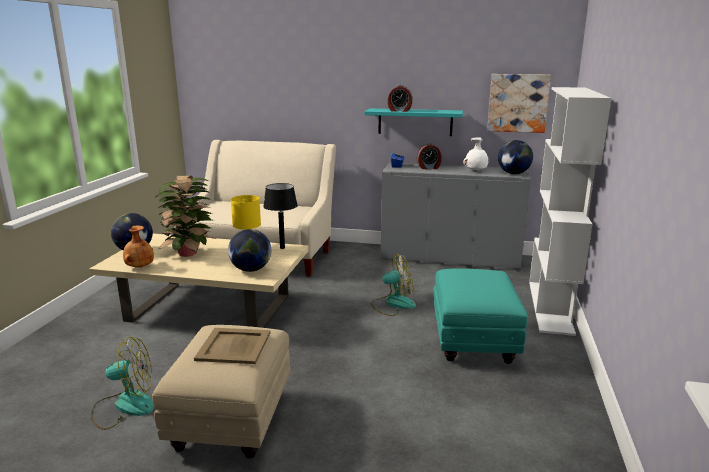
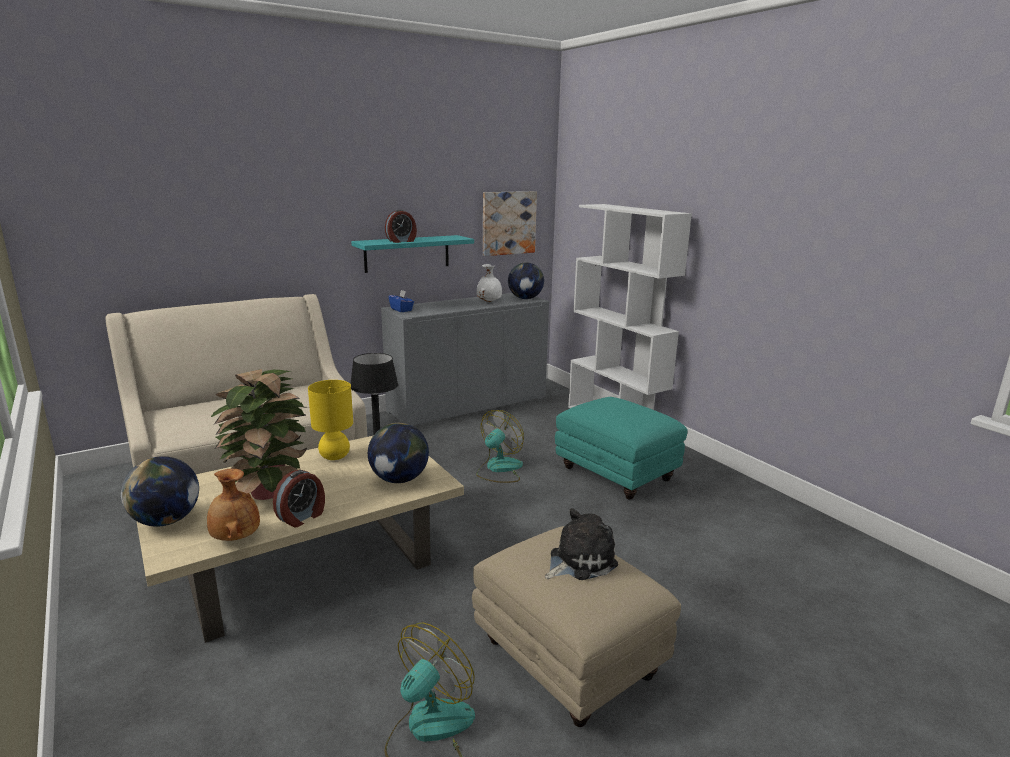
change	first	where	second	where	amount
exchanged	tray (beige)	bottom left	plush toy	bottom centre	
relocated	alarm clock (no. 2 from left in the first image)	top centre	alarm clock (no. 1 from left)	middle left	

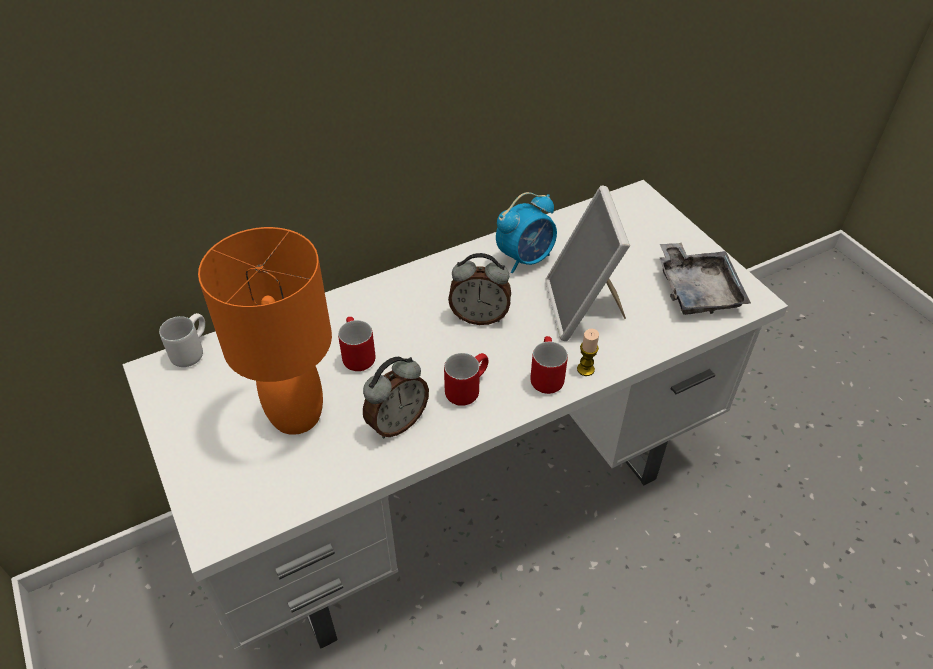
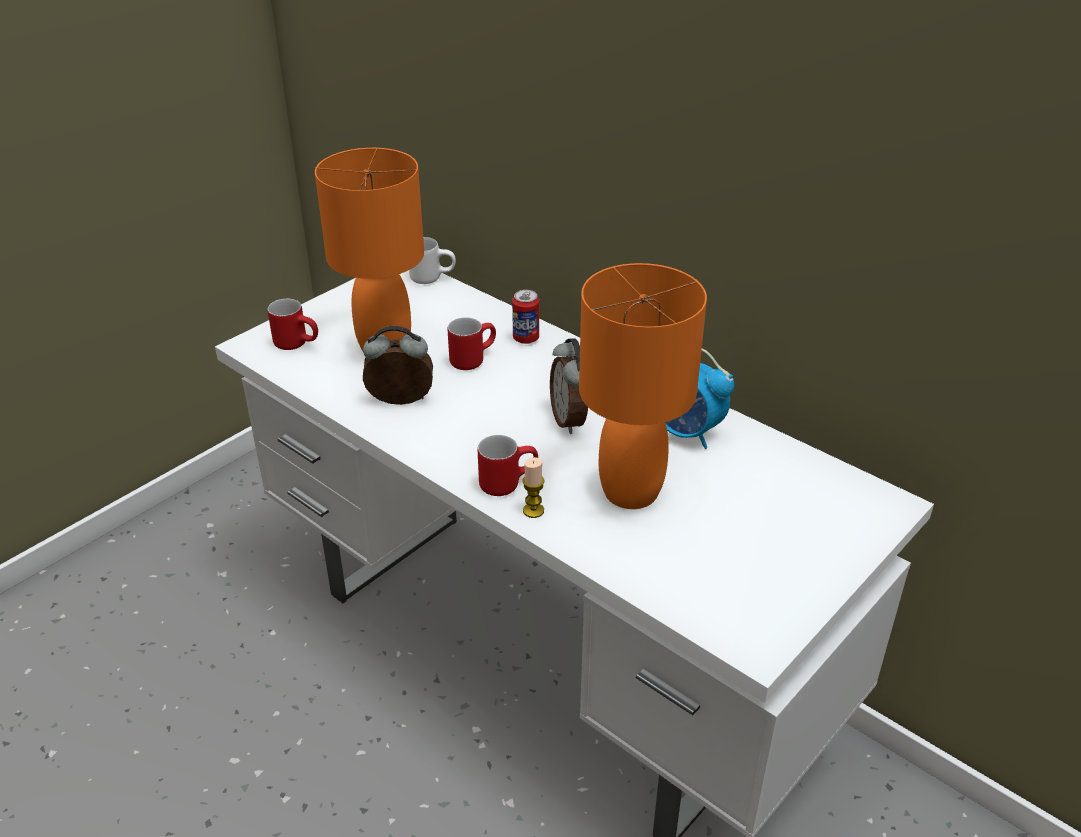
change	first	where	second	where	amount
spun	alarm clock (no. 1 from left)	centre		centre	150 degrees clockwise
relocated	mug (red) (no. 2 from left in the first image)	centre	mug (red) (no. 1 from left)	middle left	
exchanged	picture frame	centre	table lamp (orange) (no. 2 from left)	centre	
missing	tray (grey)	middle right			
appeared			can	centre	

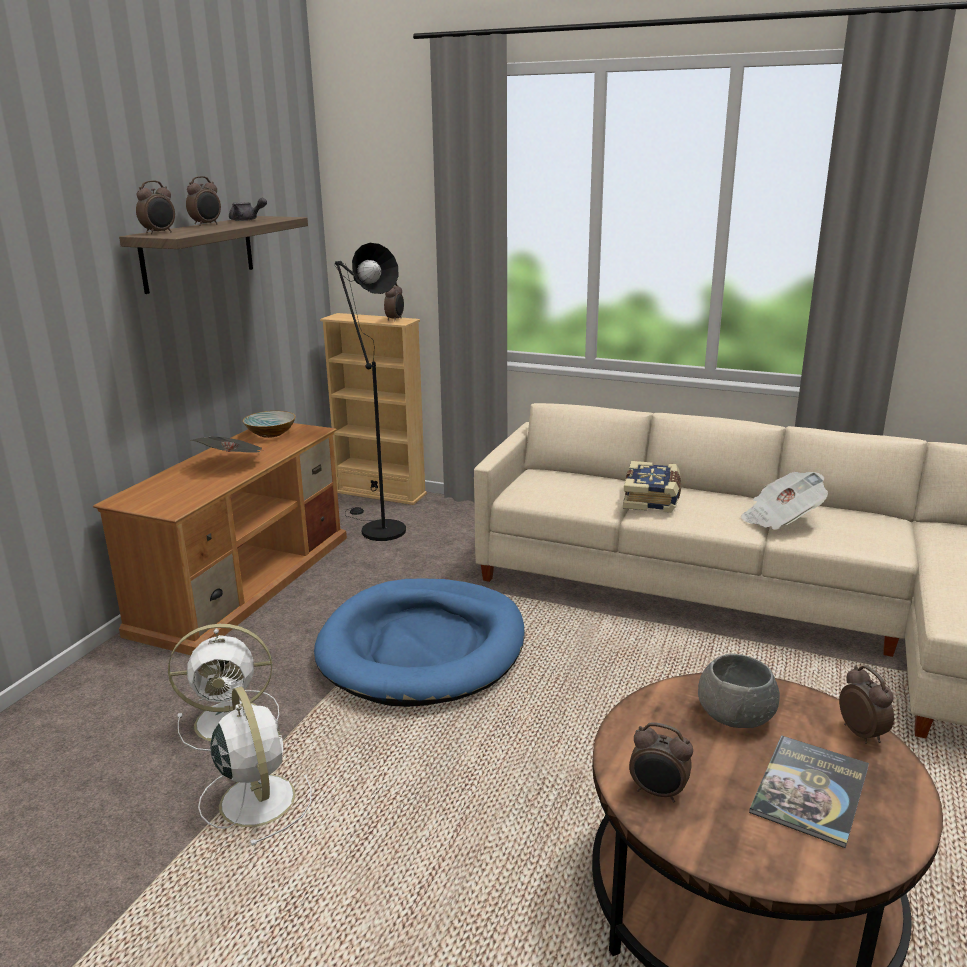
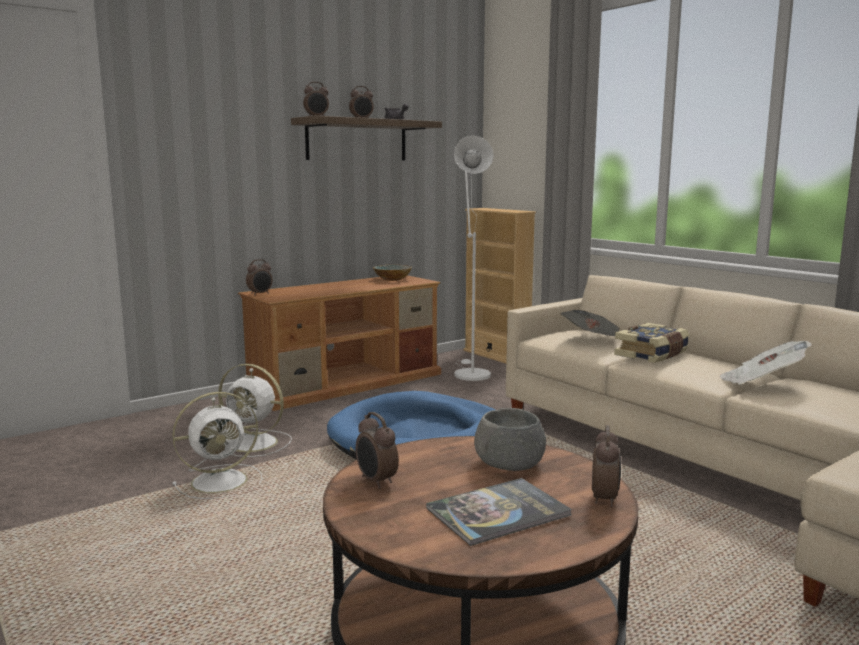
change	first	where	second	where	amount
relocated	newspaper (no. 1 from left)	middle left		middle right	
spun	fan (white) (no. 2 from left in the first image)	bottom left	fan (white) (no. 1 from left)	bottom left	60 degrees clockwise
colour	floor lamp (black)	centre	floor lamp (white)	centre	
relocated	alarm clock (no. 3 from left in the first image)	top centre	alarm clock (no. 1 from left)	middle left	

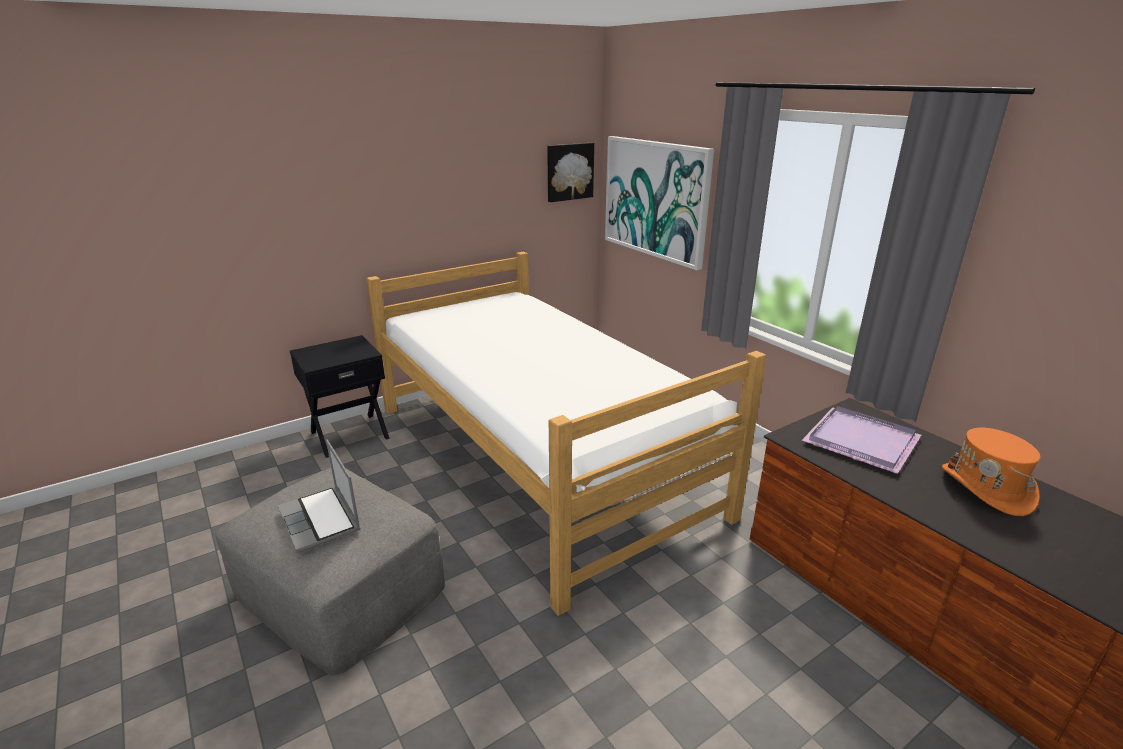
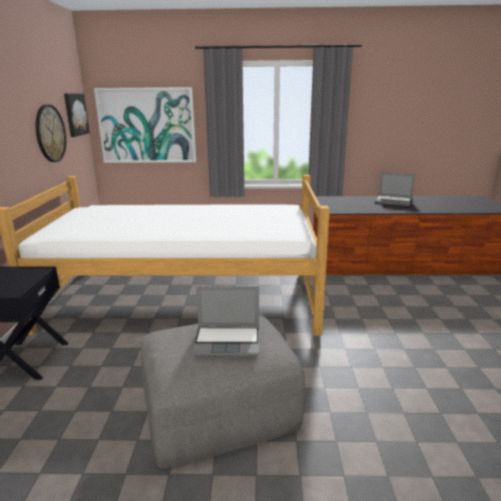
change	first	where	second	where	amount
missing	tray (purple)	middle right			
exchanged	hat (orange)	middle right	laptop (no. 2 from left)	middle right	
appeared			wall clock	top left	

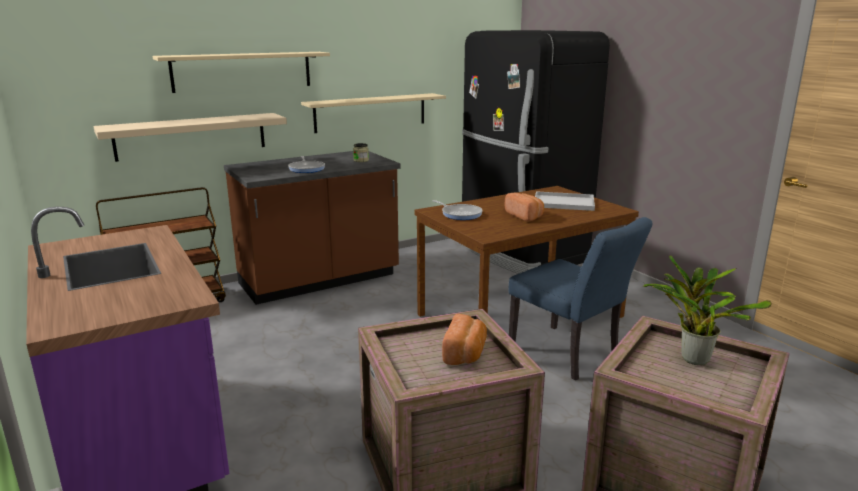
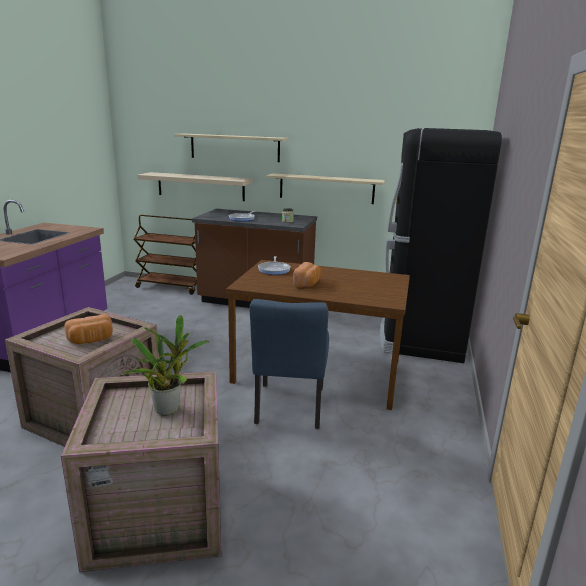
change	first	where	second	where	amount
missing	tray (white)	centre			

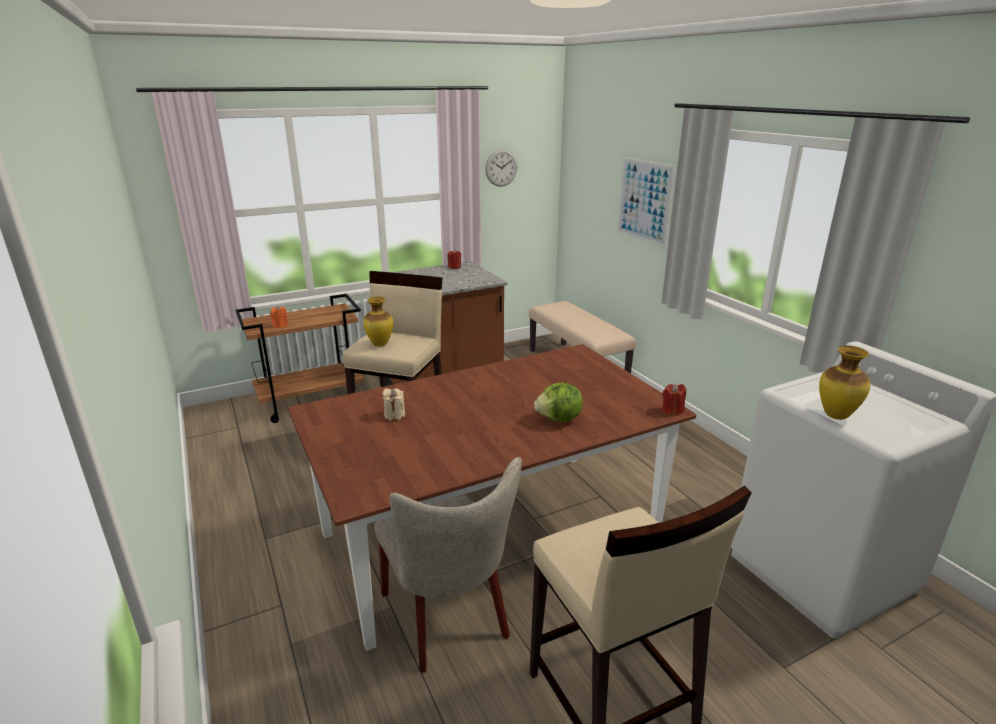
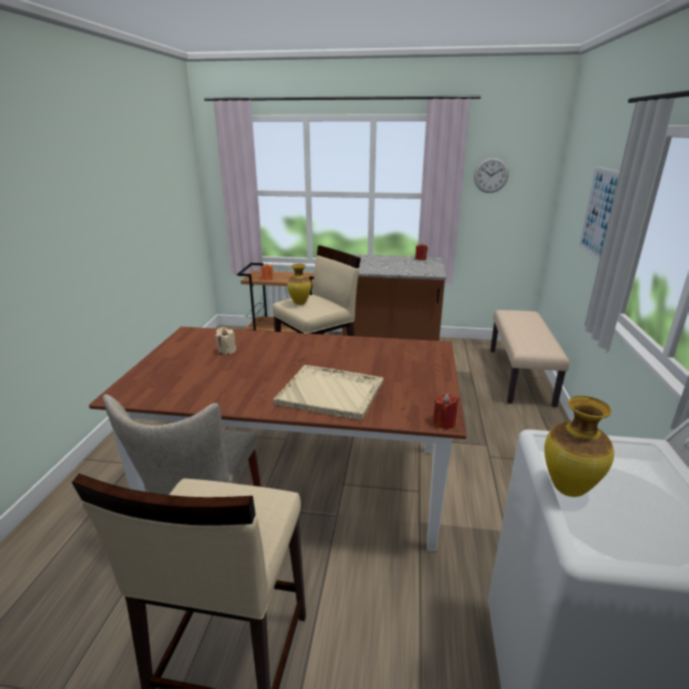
change	first	where	second	where	amount
exchanged	lettuce	centre	tray (beige)	centre	

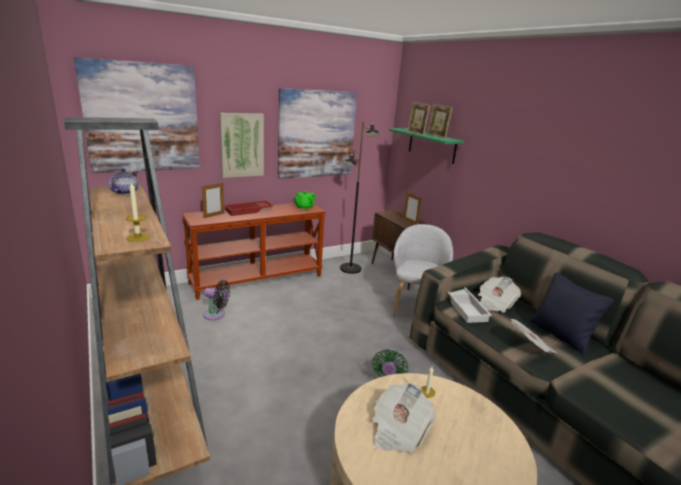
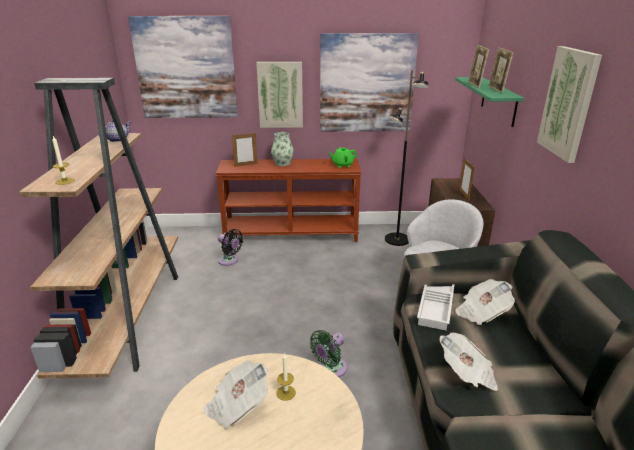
change	first	where	second	where	amount
exchanged	tray (red)	centre	vase	top centre	
missing	pillow (black)	middle right			
appeared			picture (no. 4 from left)	top right	

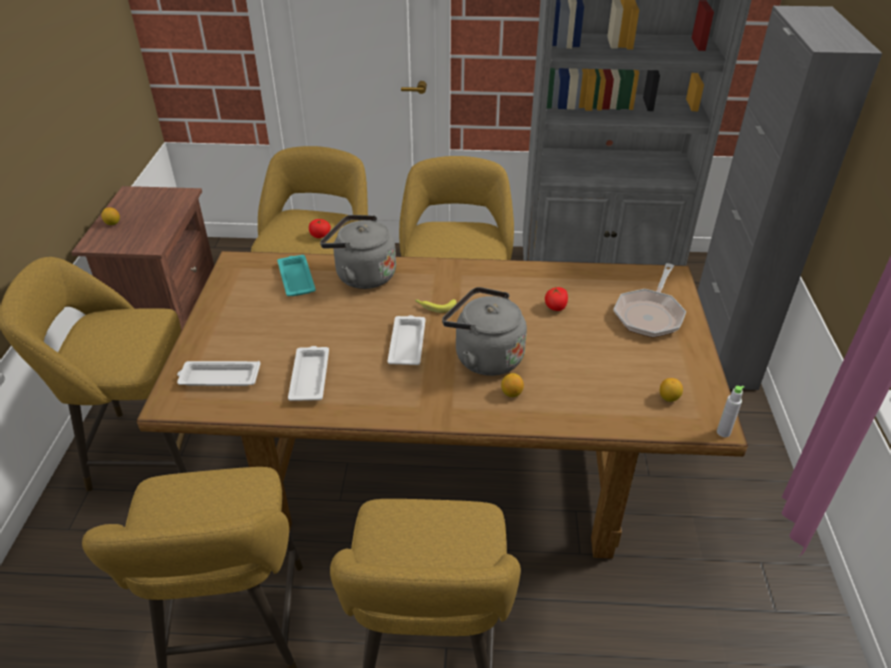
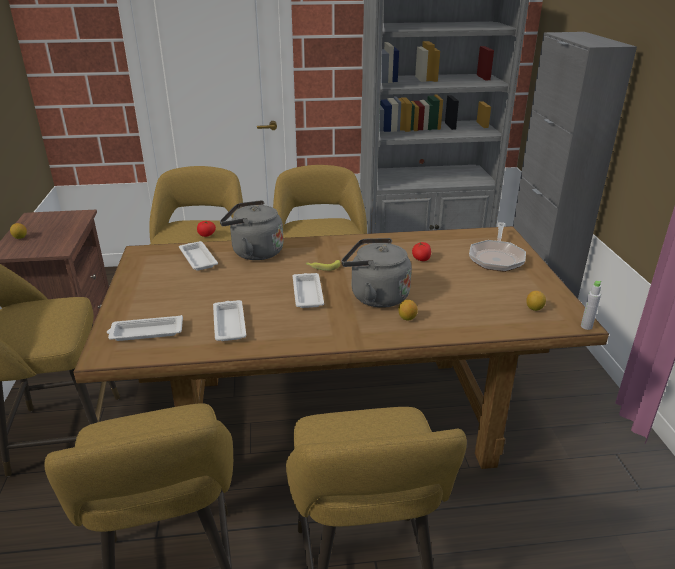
change	first	where	second	where	amount
colour	tray (turquoise)	middle left	tray (white) (no. 2 from left)	middle left	

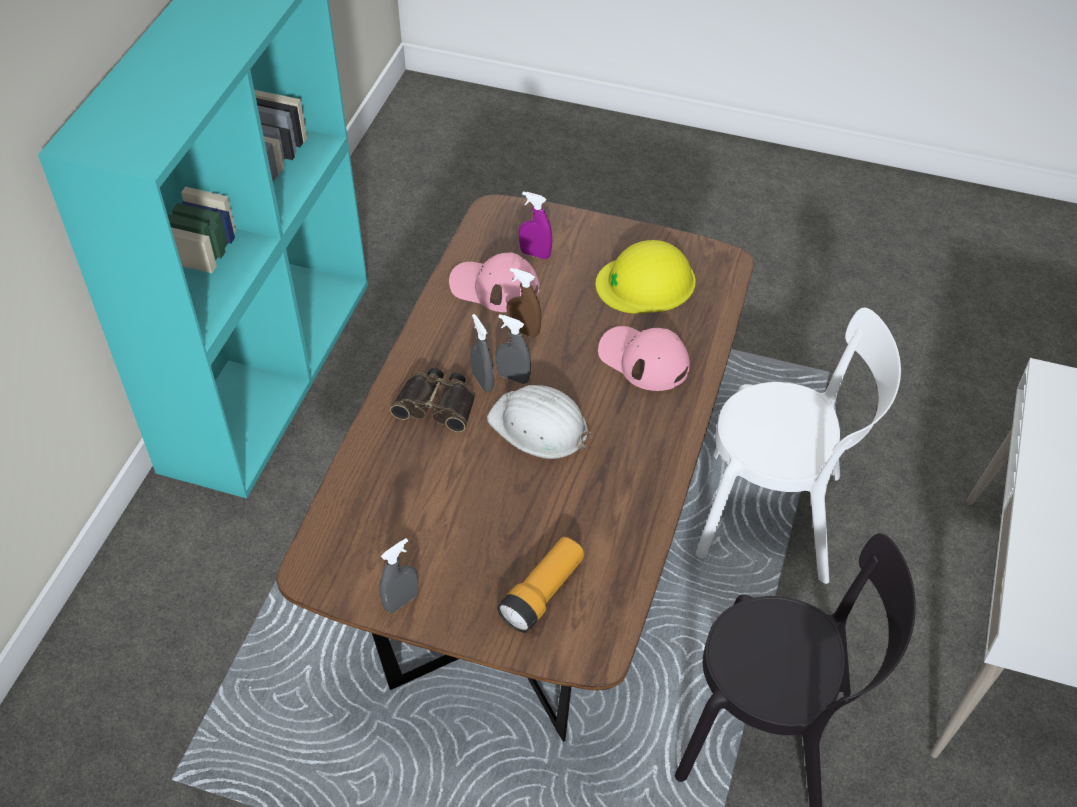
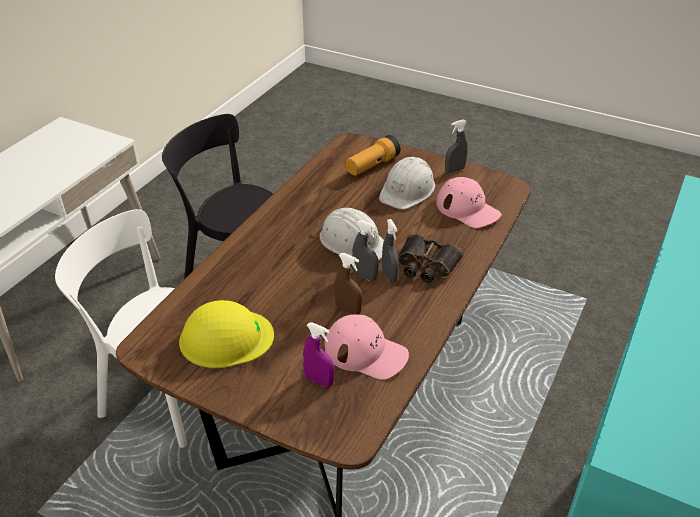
change	first	where	second	where	amount
relocated	cap (pink) (no. 2 from left)	centre		middle right	
appeared			hard hat (white) (no. 2 from left)	centre	

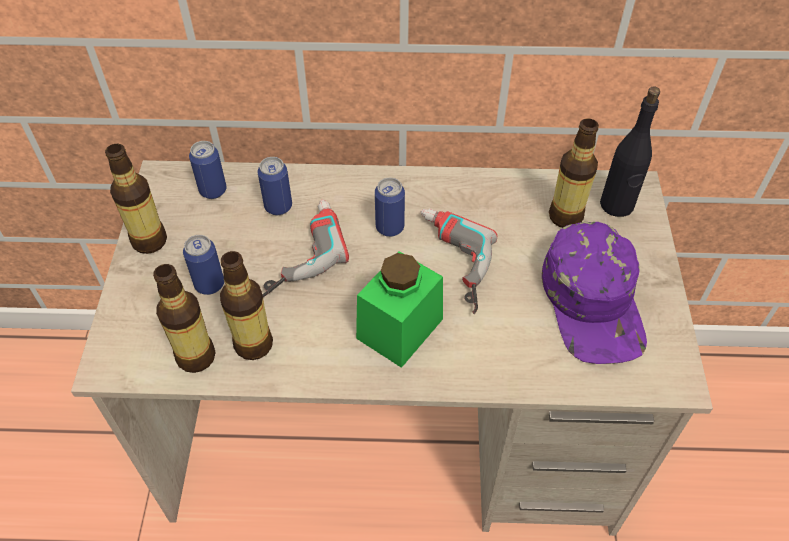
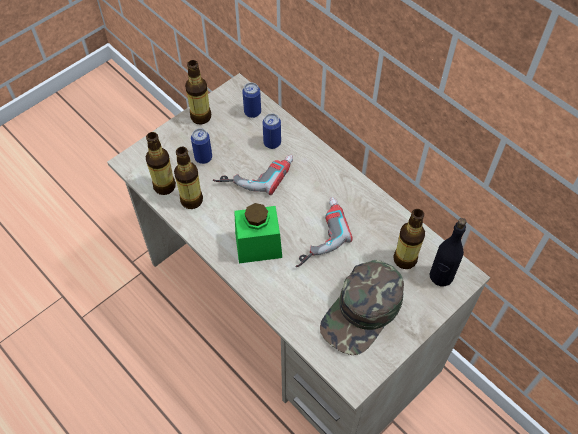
change	first	where	second	where	amount
missing	can (no. 4 from left)	centre			
colour	cap (purple)	middle right	cap (green)	bottom centre	

